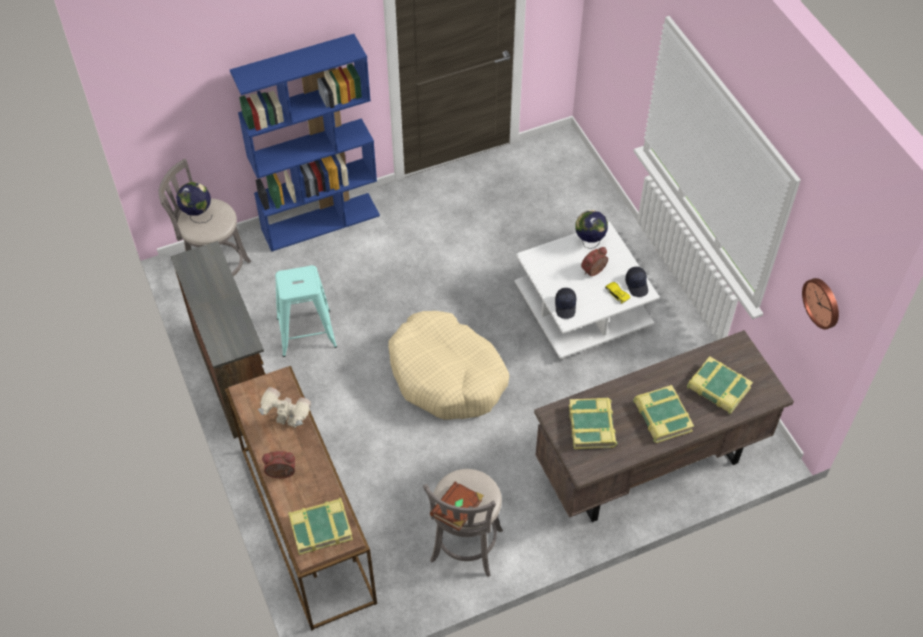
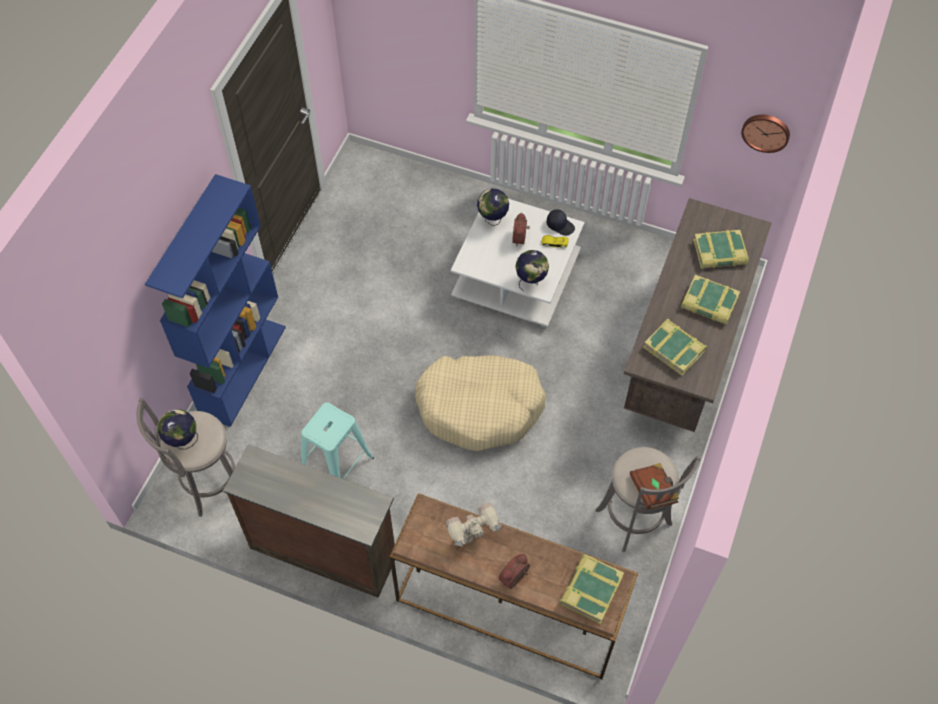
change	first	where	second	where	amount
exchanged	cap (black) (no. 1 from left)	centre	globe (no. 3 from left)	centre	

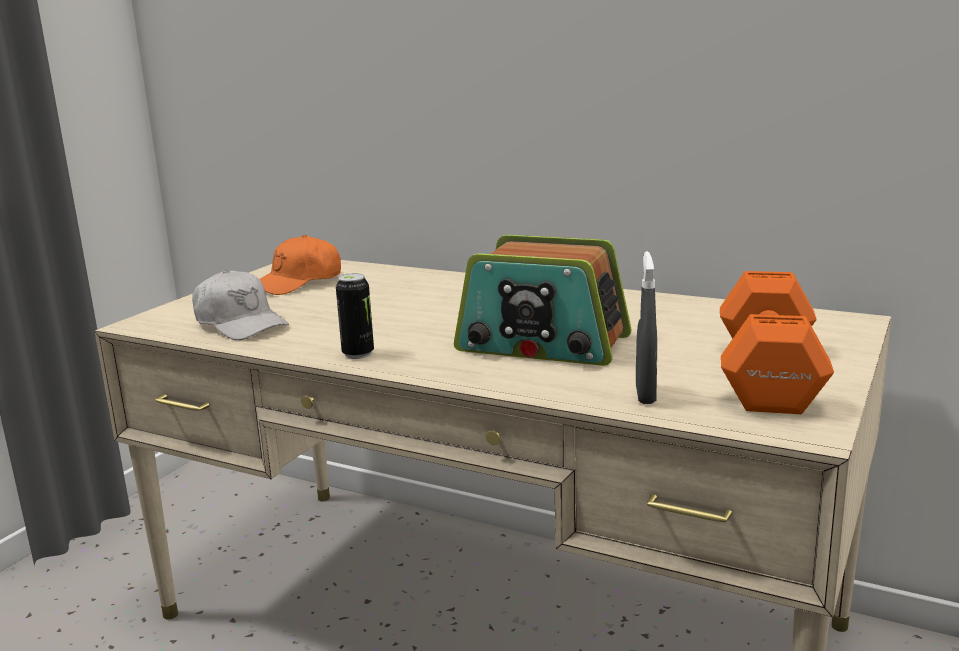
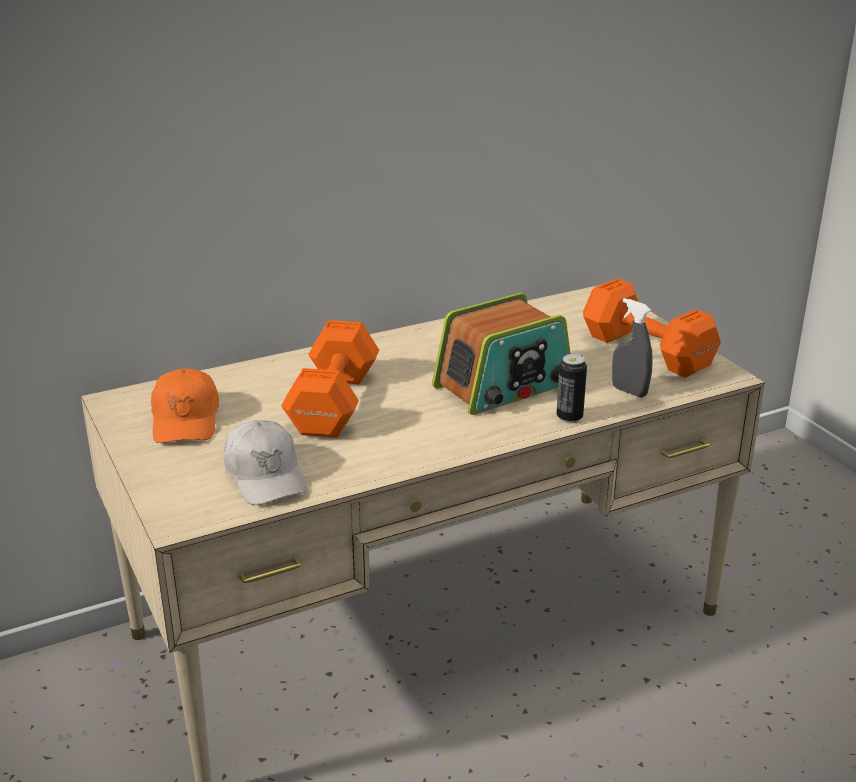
change	first	where	second	where	amount
spun	cap (white)	middle left		middle left	75 degrees clockwise
relocated	can	centre		middle right	
appeared			dumbbell (orange) (no. 1 from left)	centre	

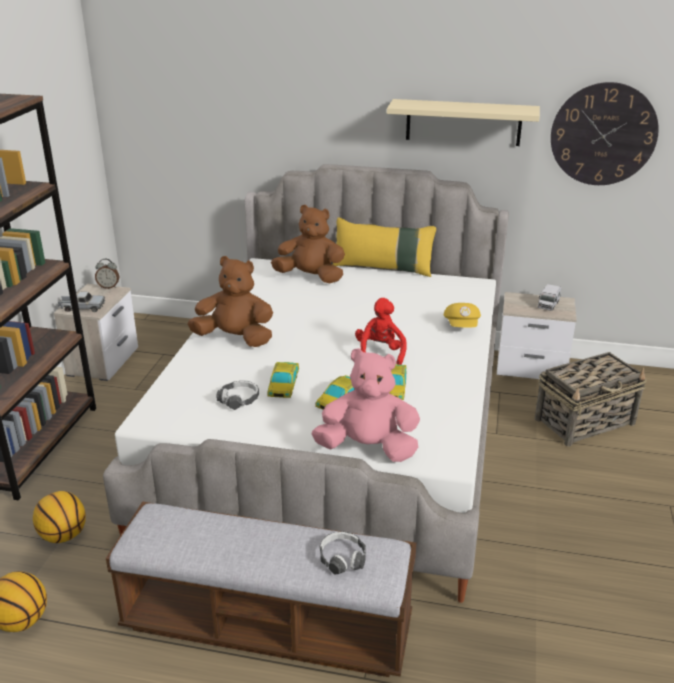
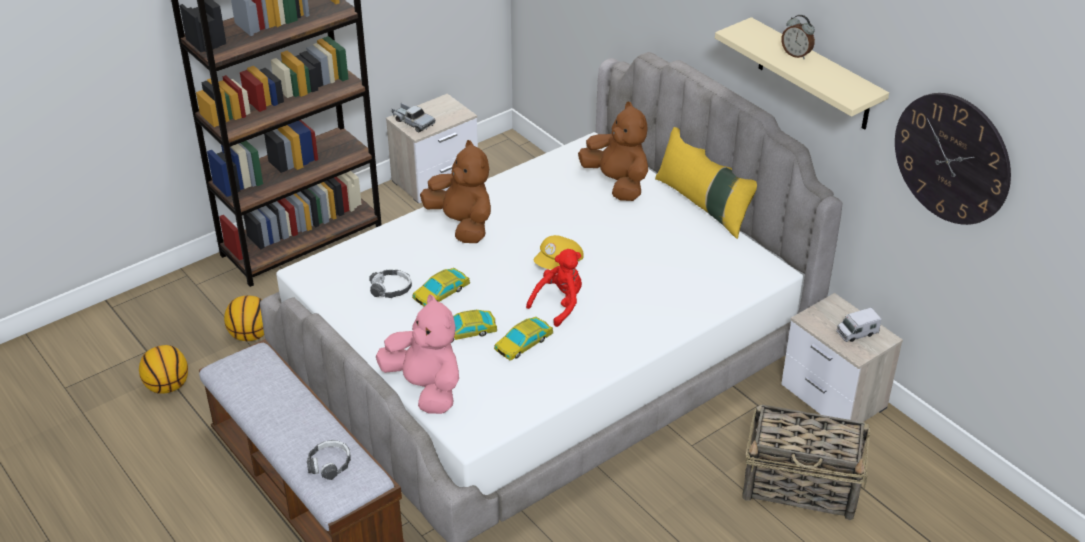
change	first	where	second	where	amount
relocated	alarm clock	middle left		top right	
relocated	cap (yellow)	middle right		centre	

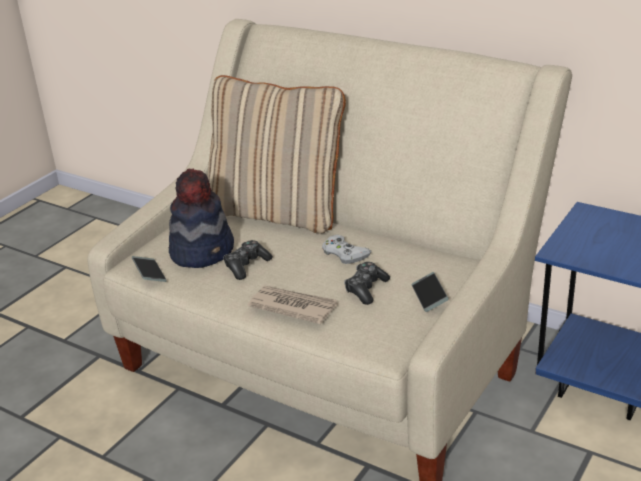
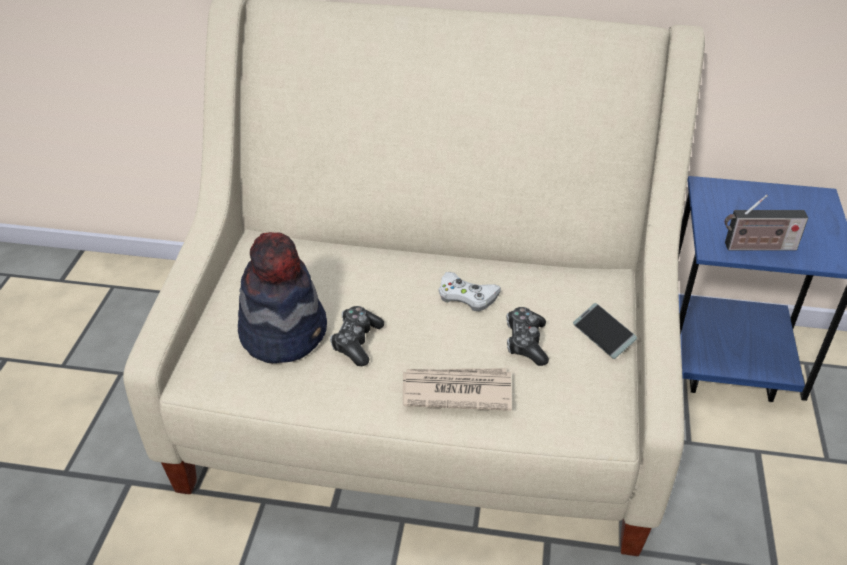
change	first	where	second	where	amount
missing	phone (no. 1 from left)	middle left			
missing	pillow (beige)	top centre			
appeared			radio	middle right	

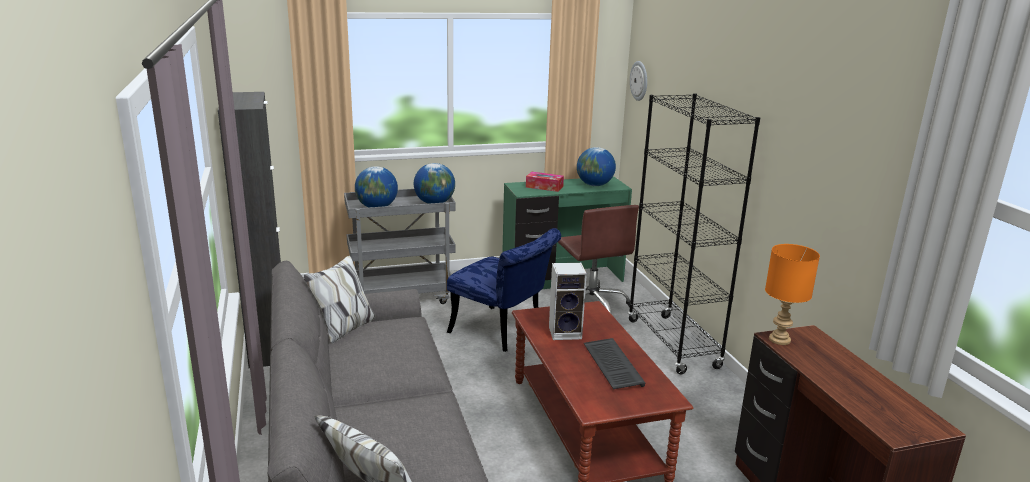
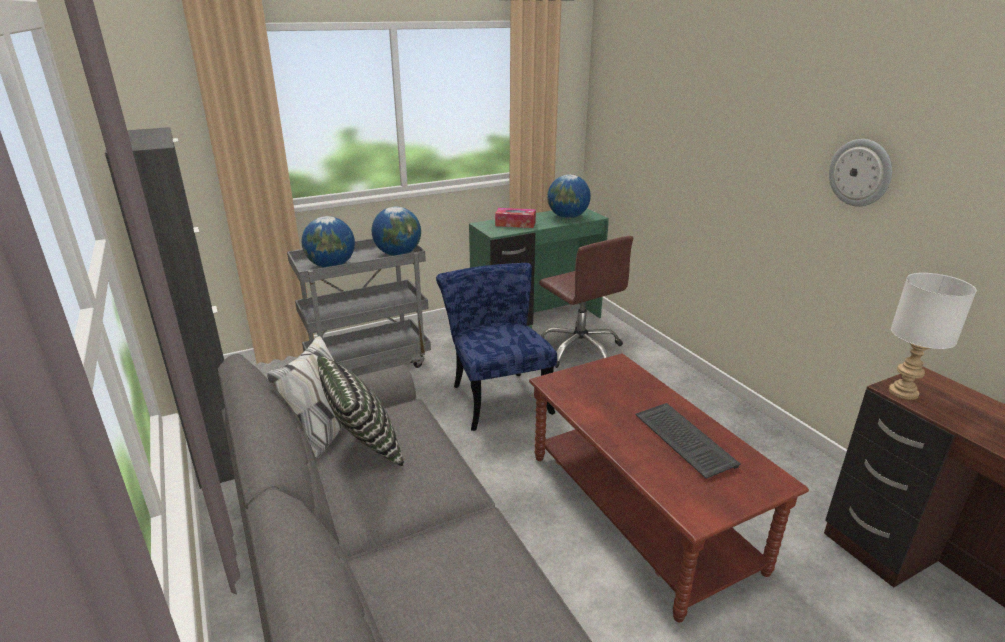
change	first	where	second	where	amount
spun	chair (blue)	centre		centre	135 degrees counterclockwise
missing	speaker	centre			
missing	bookcase (black)	middle right			
relocated	wall clock	top centre		top right	
colour	table lamp (orange)	middle right	table lamp (white)	middle right	
appeared			pillow	centre	

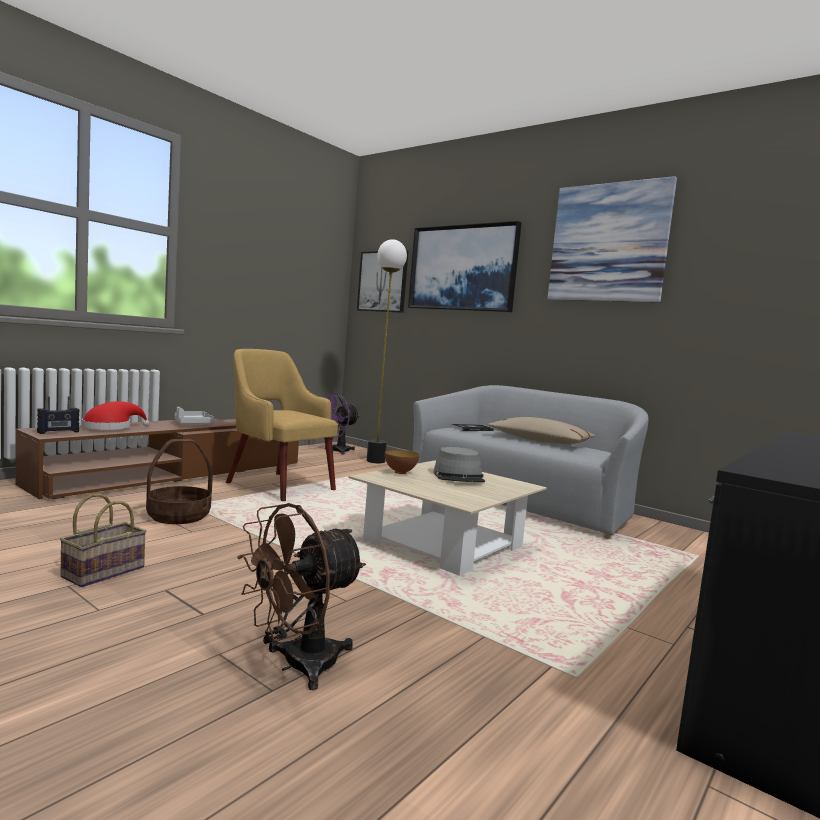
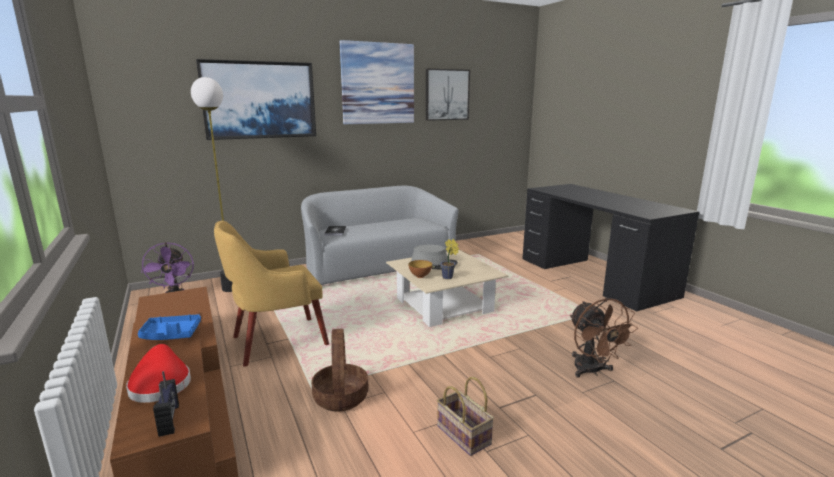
change	first	where	second	where	amount
colour	tray (grey)	middle left	tray (blue)	bottom left	
relocated	picture (no. 1 from left in the first image)	centre	picture (no. 3 from left)	top centre	
missing	pillow (beige)	centre			
appeared			potted plant	centre	

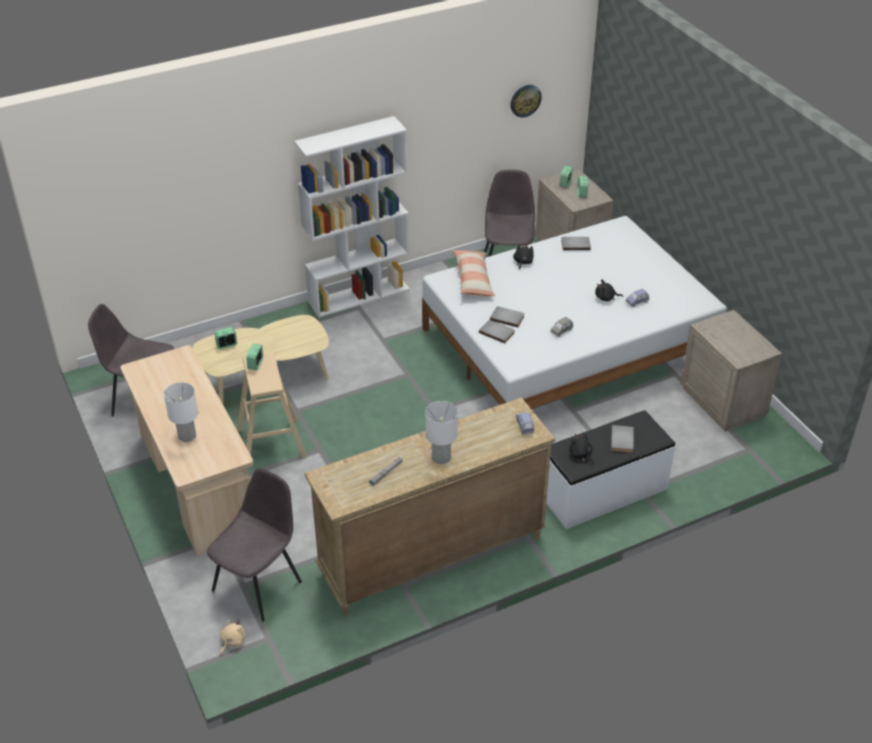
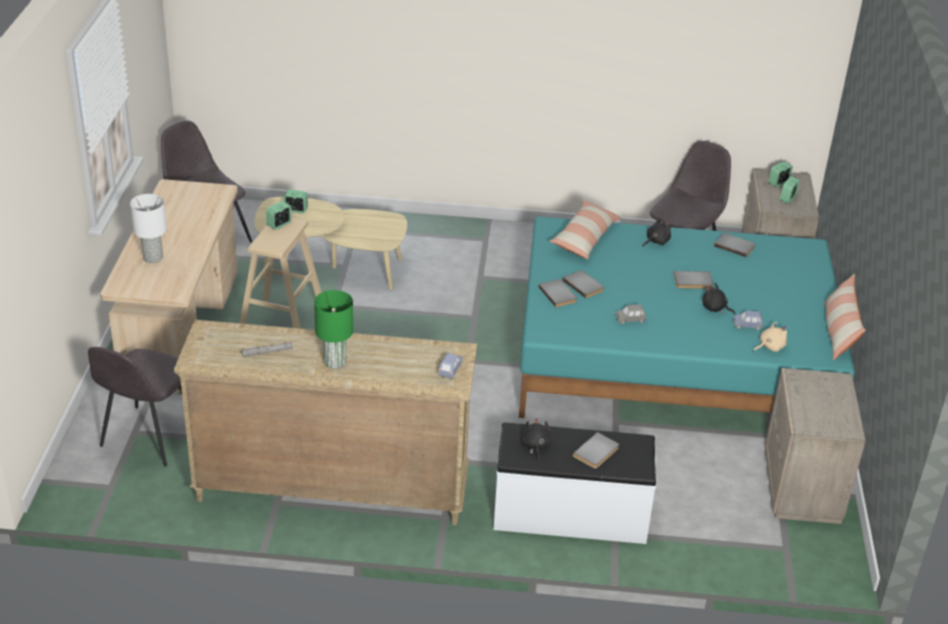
change	first	where	second	where	amount
spun	chair (grey) (no. 2 from left in the first image)	bottom left	chair (grey) (no. 1 from left)	middle left	135 degrees clockwise
relocated	plush toy (beige)	bottom left		middle right	
missing	bookcase (white)	top centre			
colour	bed (white)	centre	bed (turquoise)	middle right	
colour	table lamp (white) (no. 2 from left)	centre	table lamp (green)	centre	
missing	wall clock	top centre			
appeared			book (grey) (no. 4 from left)	middle right	
appeared			pillow (no. 2 from left)	middle right	

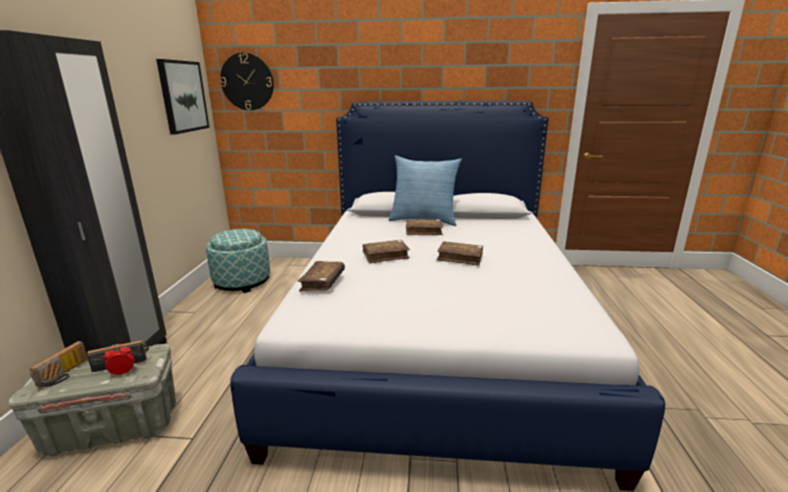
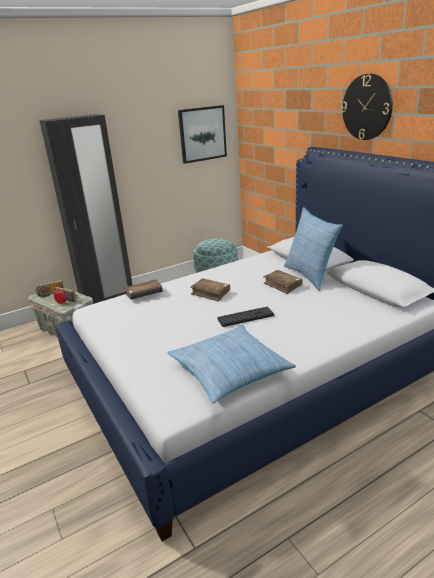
change	first	where	second	where	amount
relocated	wall clock	top left		top right	
exchanged	book (brown) (no. 4 from left)	centre	keyboard	centre	
appeared			pillow (no. 1 from left)	centre	

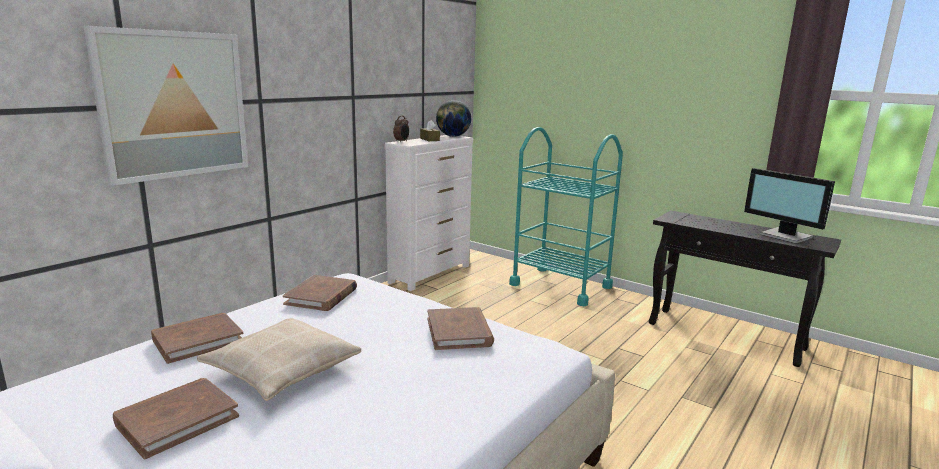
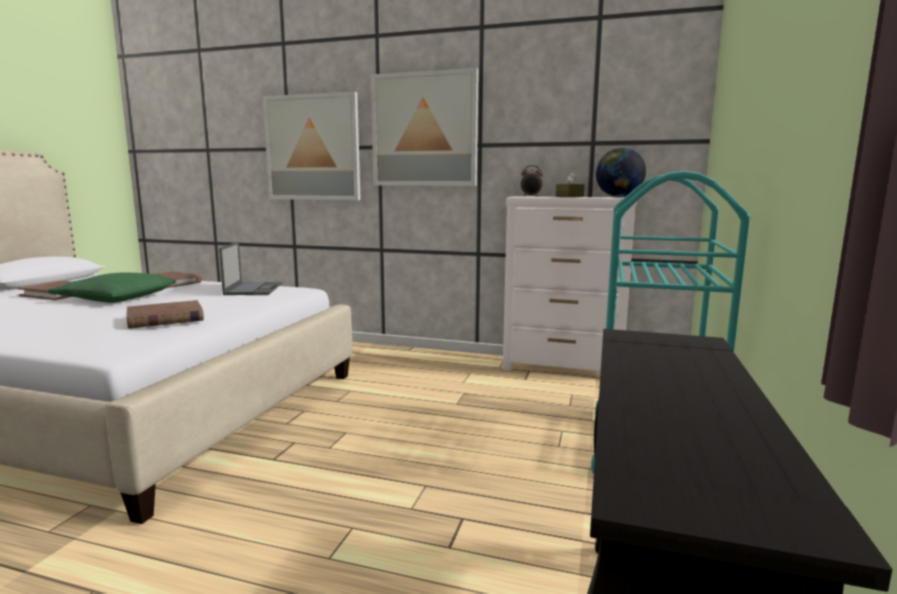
change	first	where	second	where	amount
colour	pillow (beige)	bottom left	pillow (green)	middle left	
exchanged	book (brown) (no. 3 from left)	centre	laptop	middle left	
missing	monitor	middle right			
appeared			picture (no. 2 from left)	top centre	

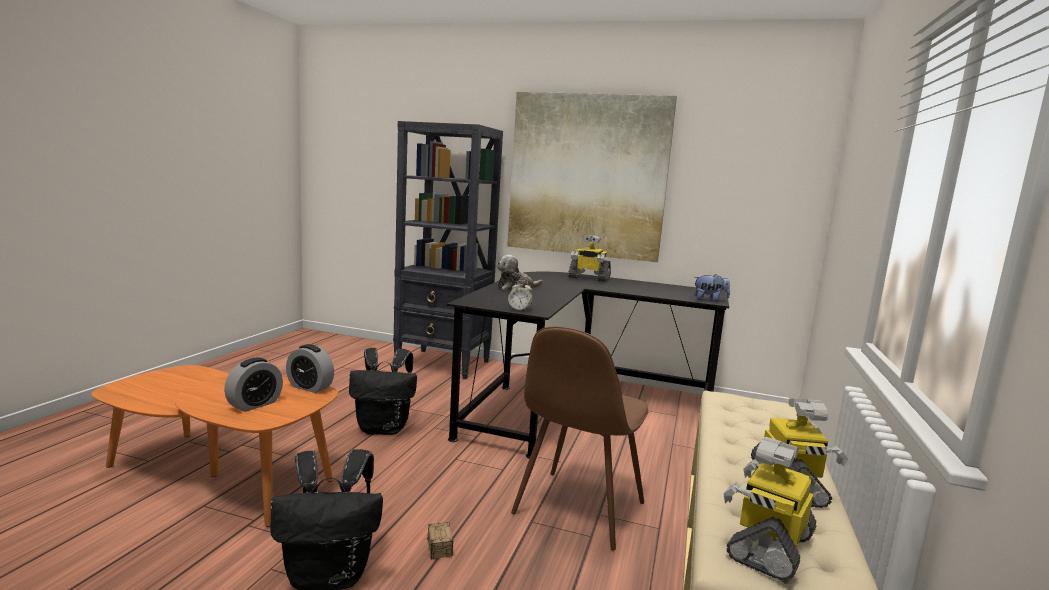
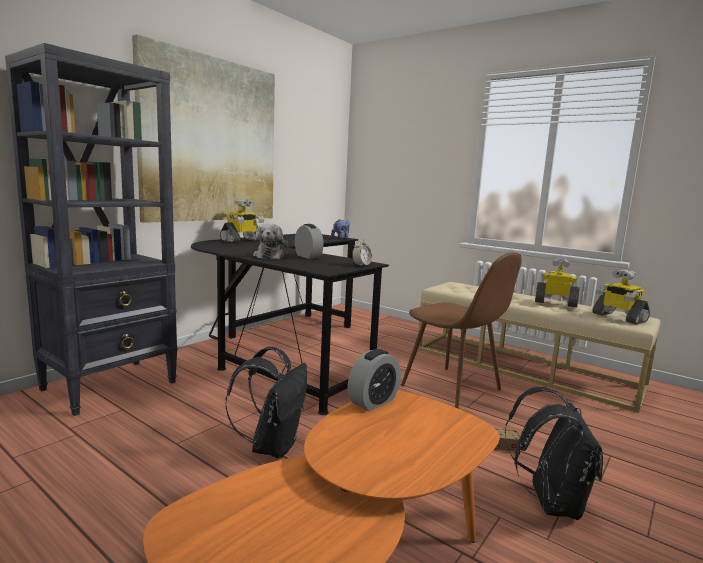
change	first	where	second	where	amount
relocated	alarm clock (no. 1 from left)	middle left		centre	

